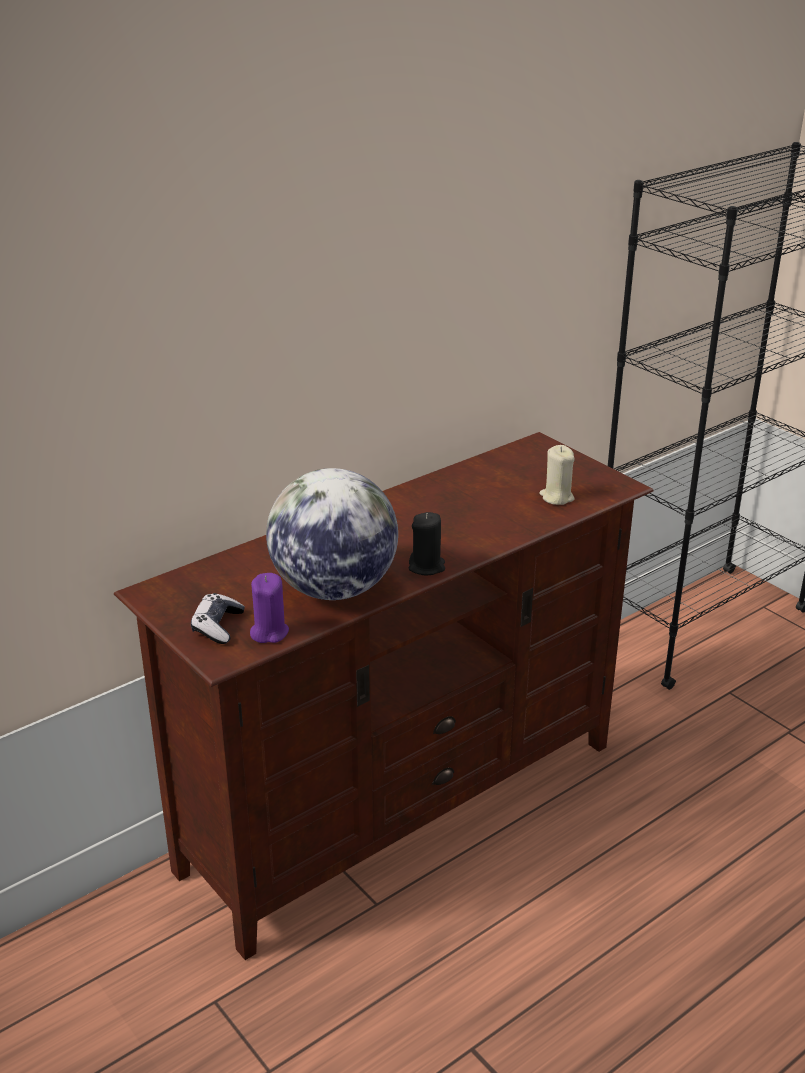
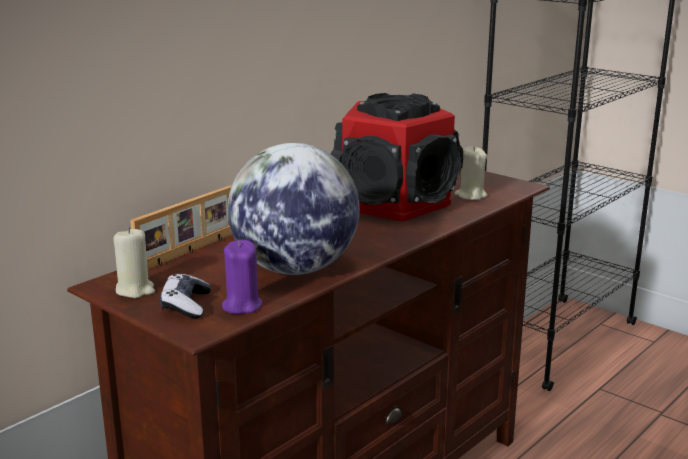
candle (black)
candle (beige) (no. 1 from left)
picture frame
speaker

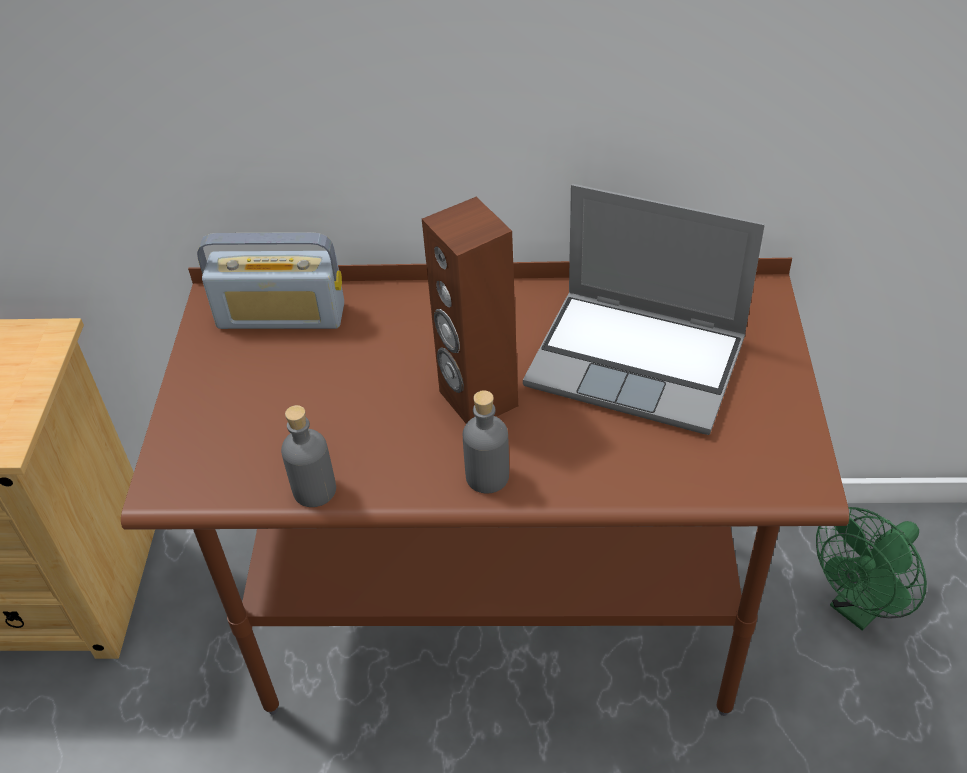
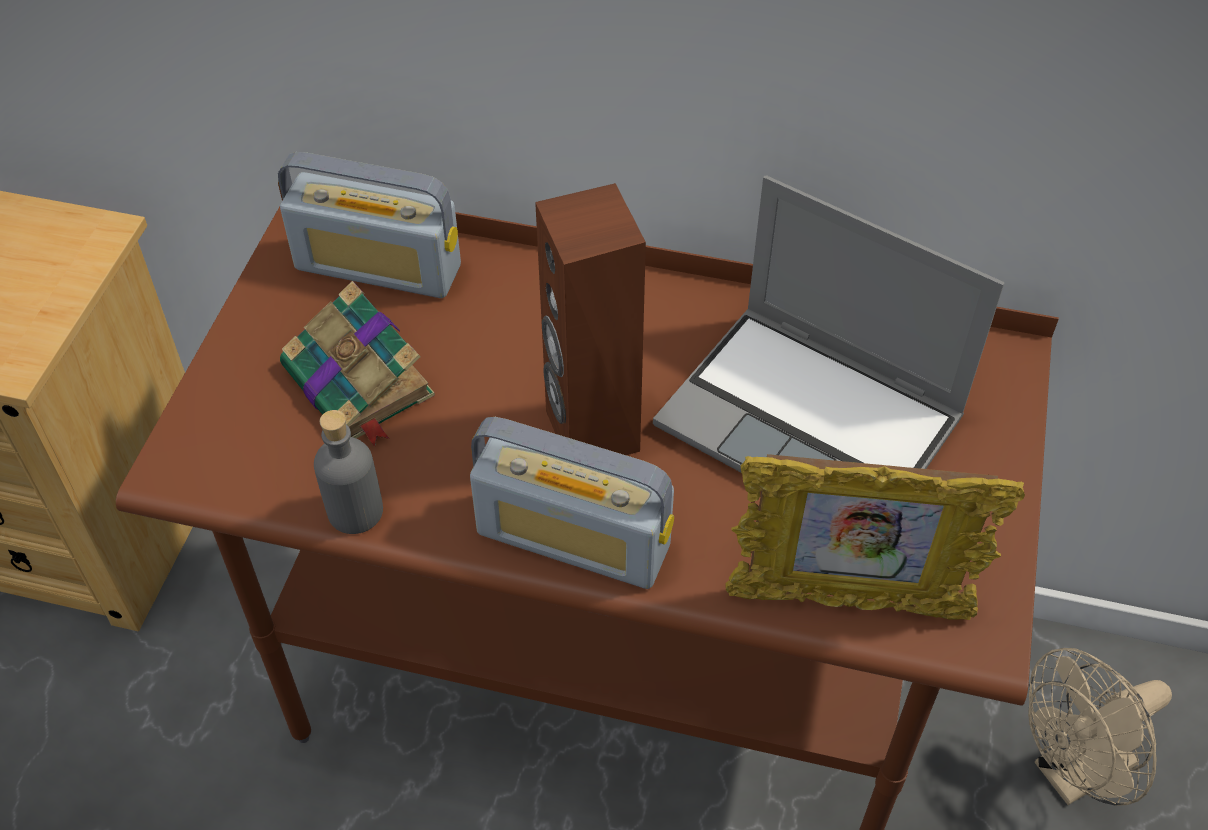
book
picture frame
radio (no. 2 from left)
fan (beige)

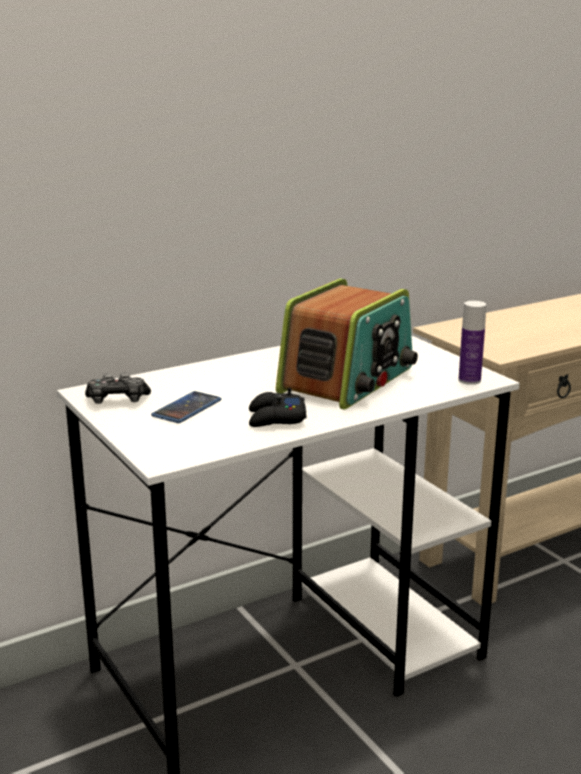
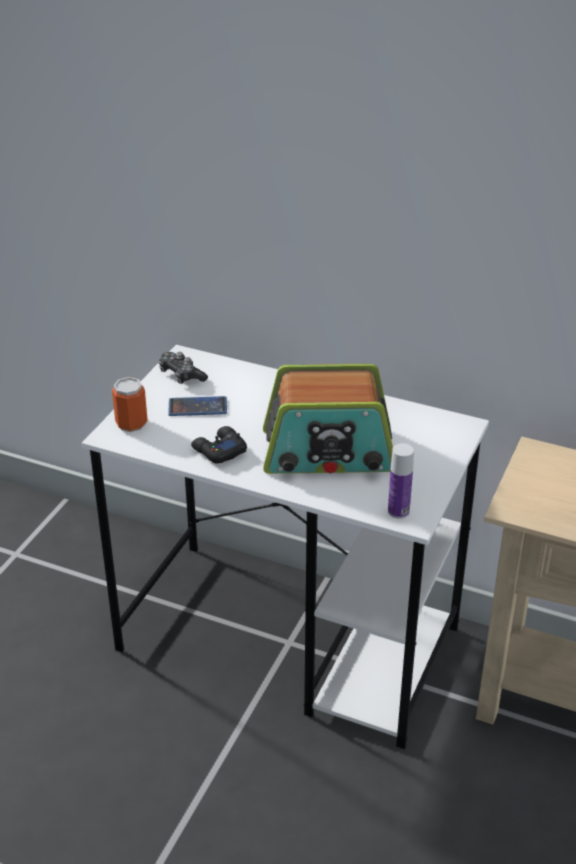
can

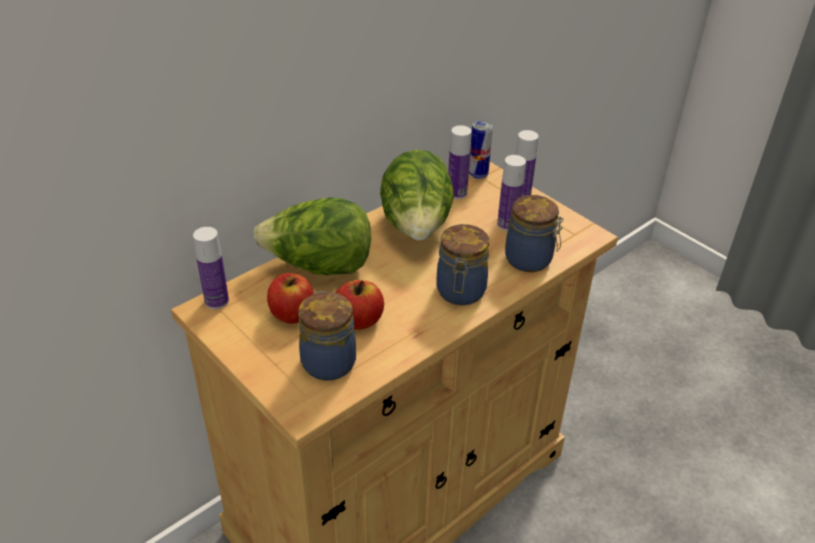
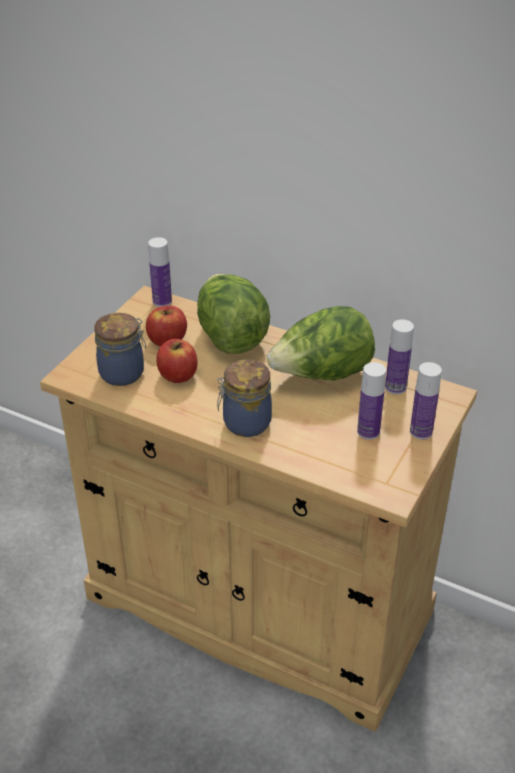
can
jar (no. 3 from left in the first image)

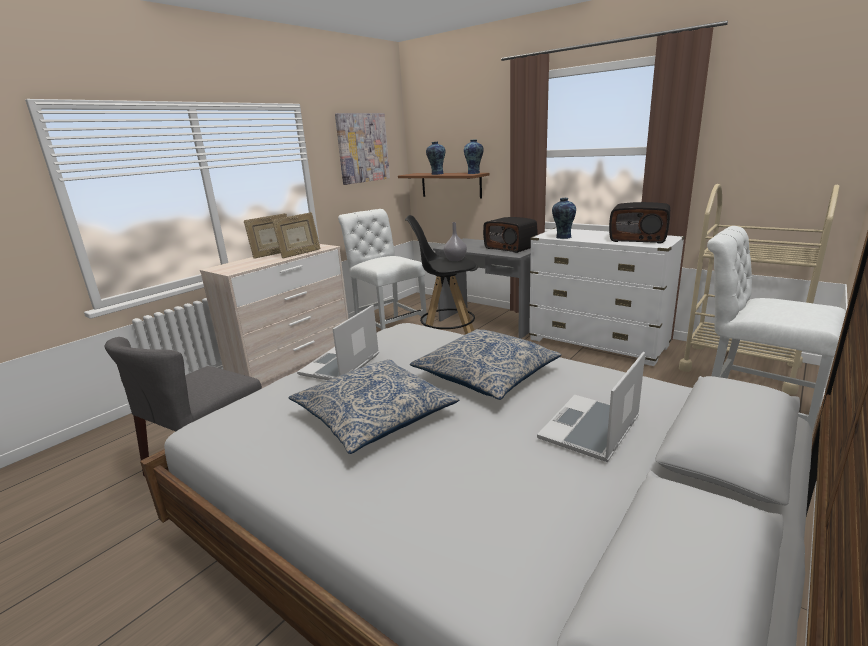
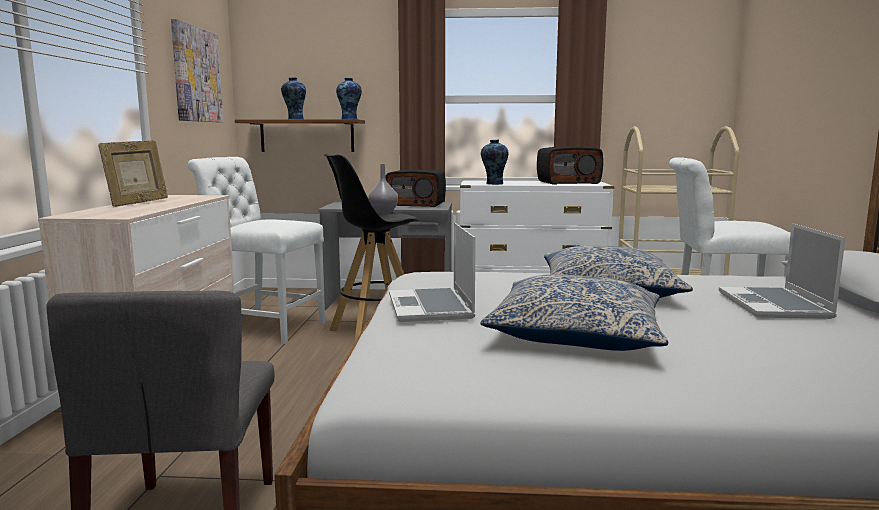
picture frame (no. 2 from left in the first image)

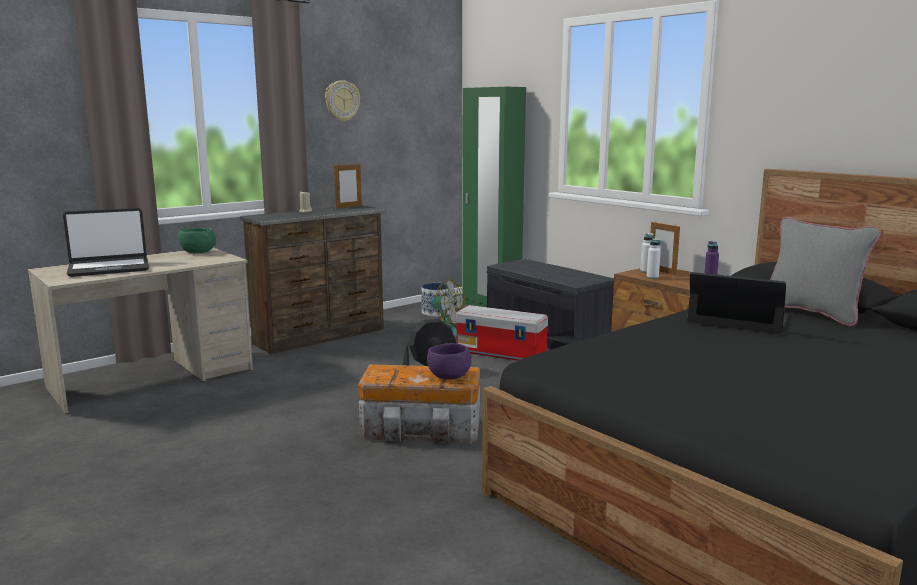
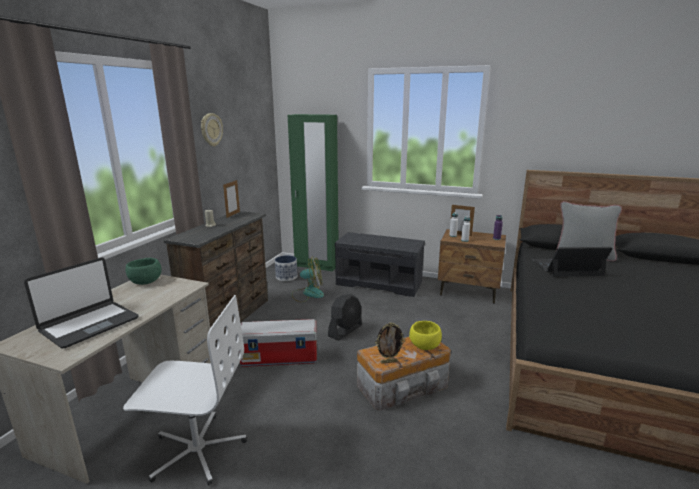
office chair (white)
picture frame (no. 2 from left)
storage box (no. 1 from left)
bowl (yellow)

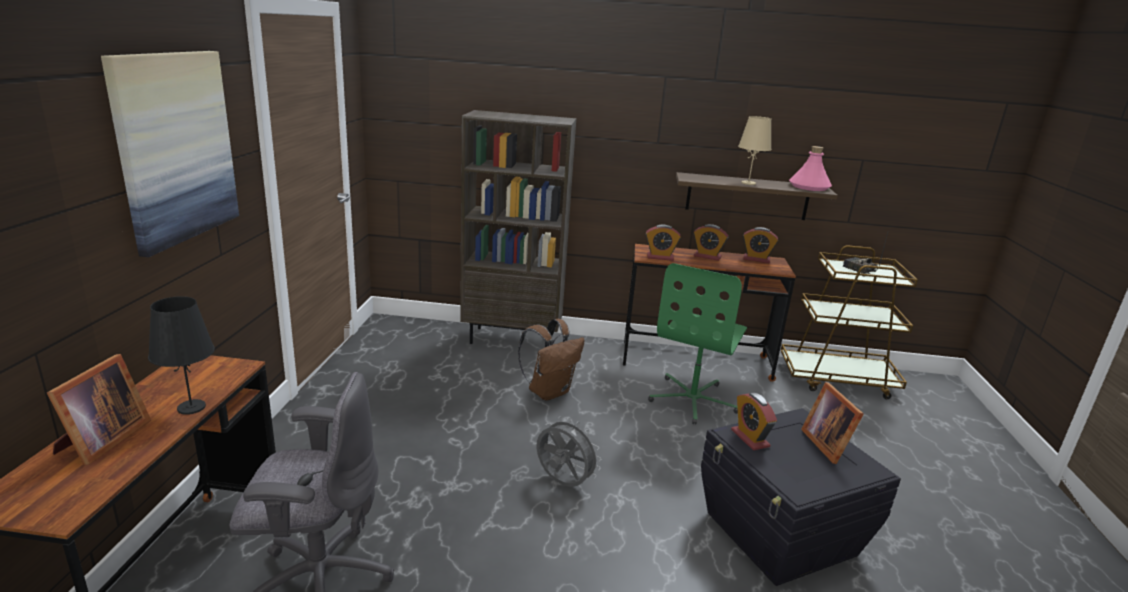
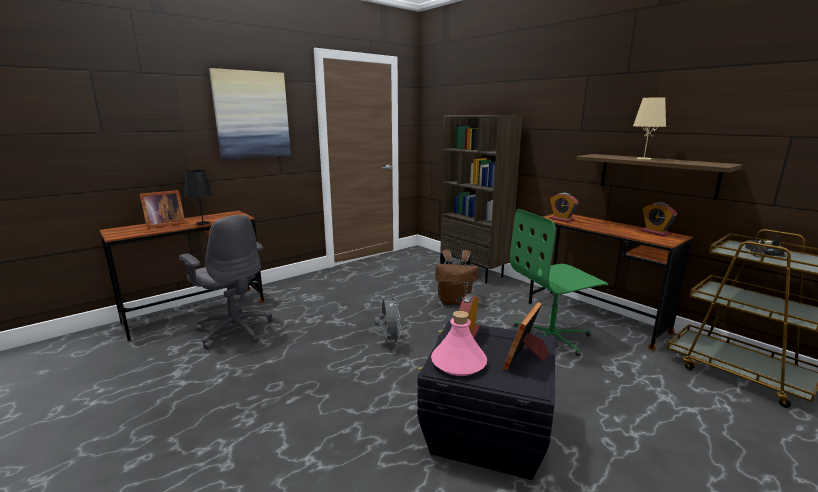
alarm clock (no. 2 from left in the first image)
bottle (pink)

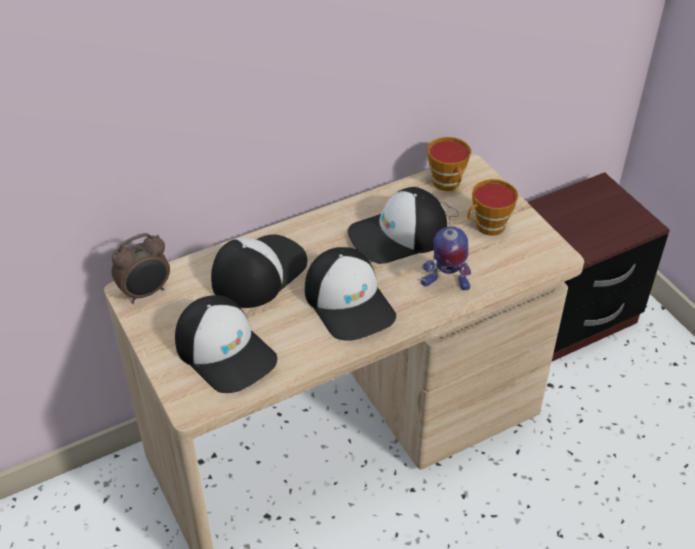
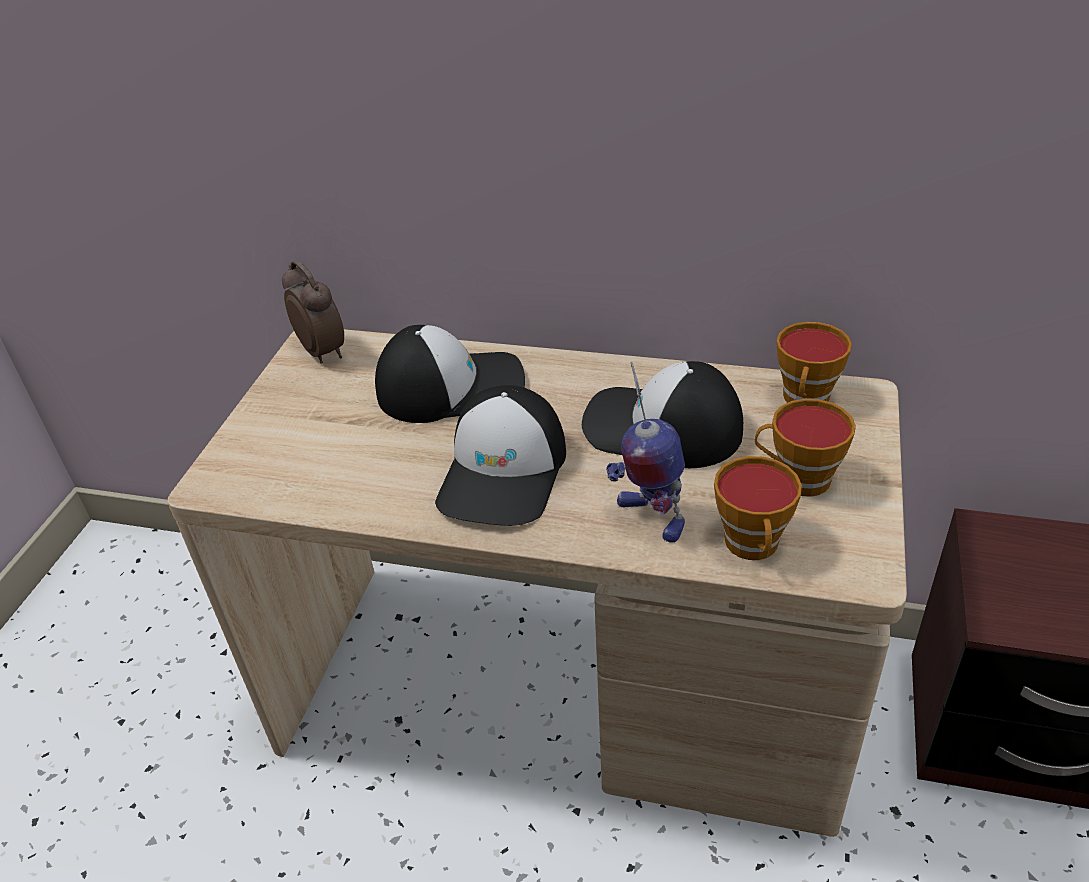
cap (no. 1 from left in the first image)
cup (no. 1 from left)
alarm clock

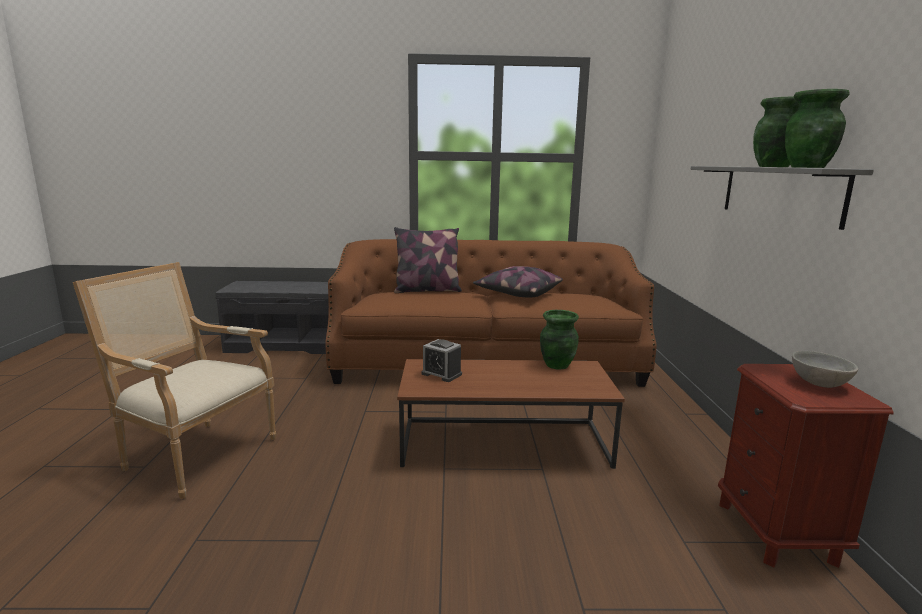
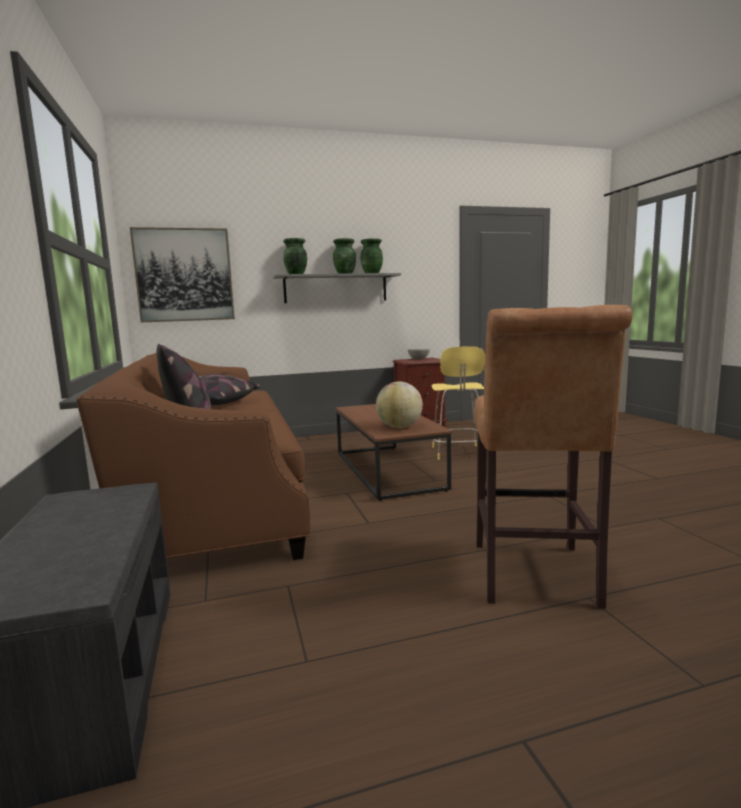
picture
stool (yellow)
vase (green) (no. 1 from left)
stool (brown)
globe

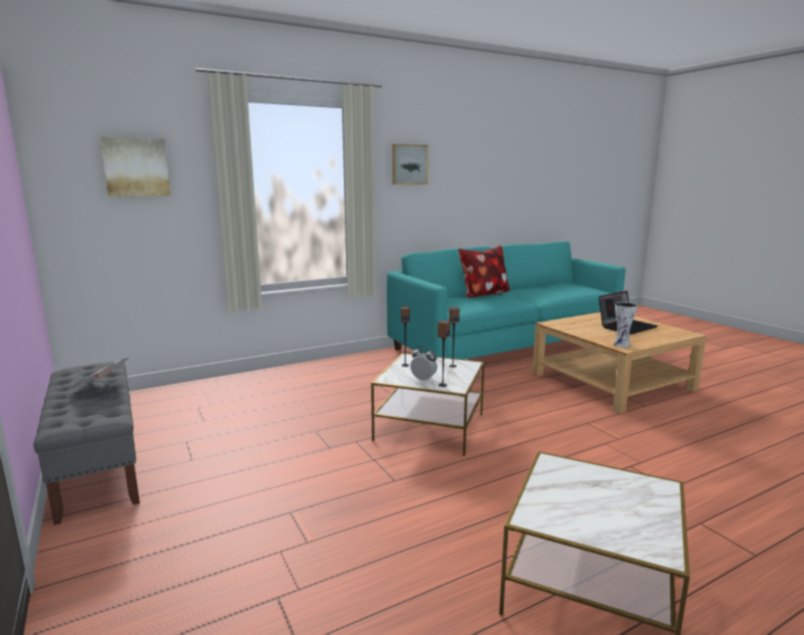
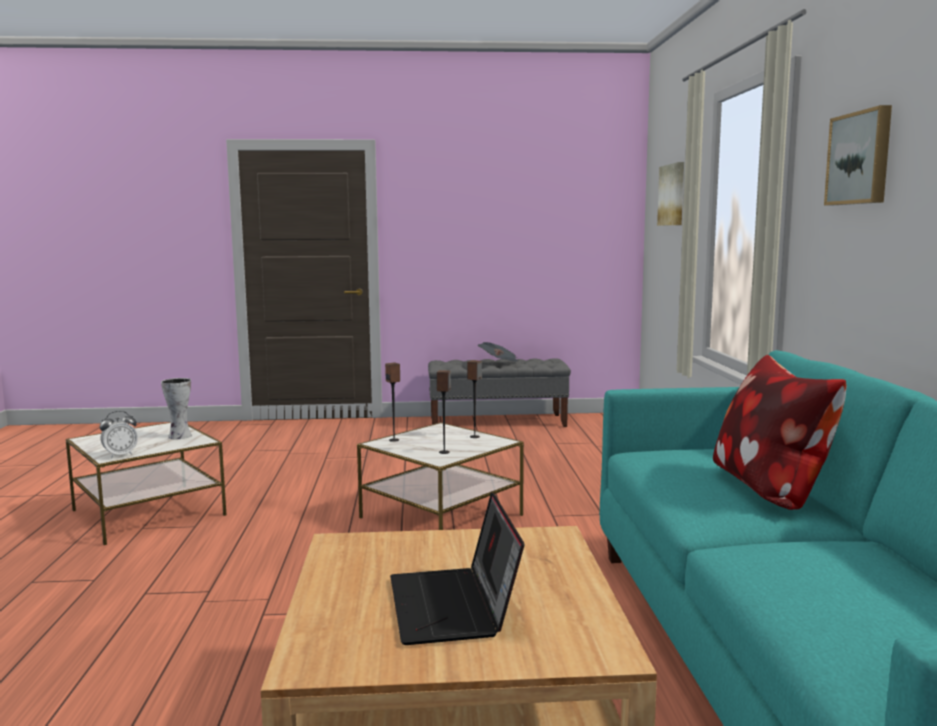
alarm clock
vase

